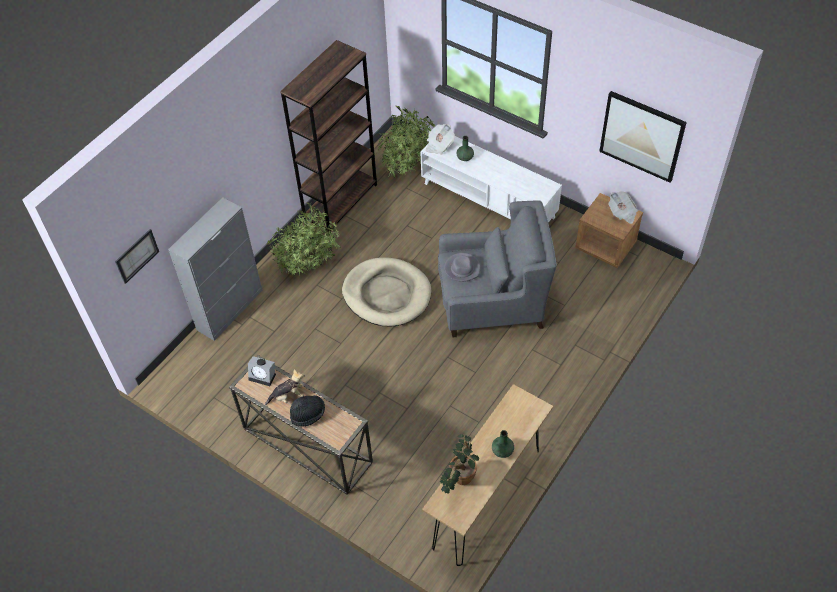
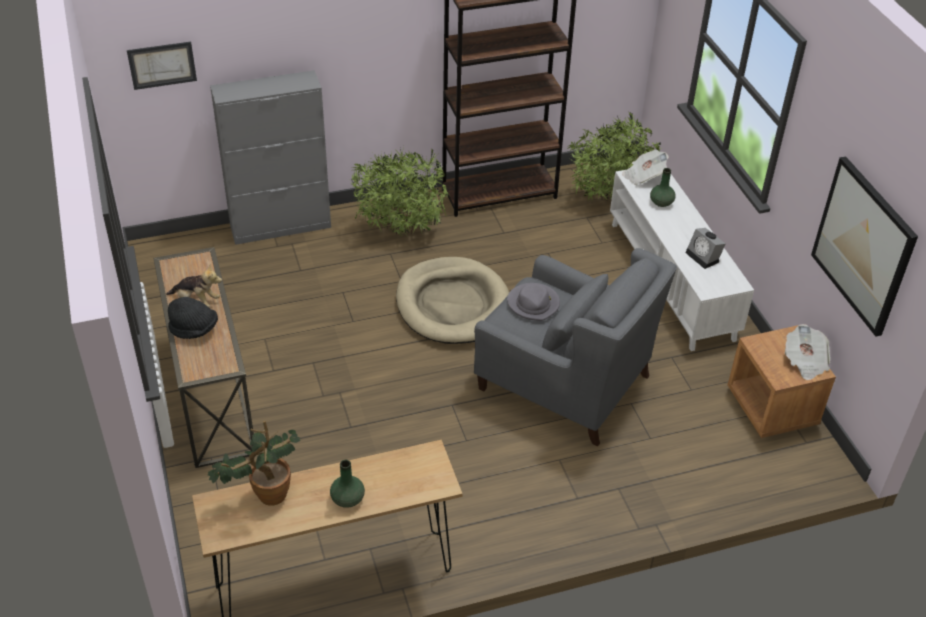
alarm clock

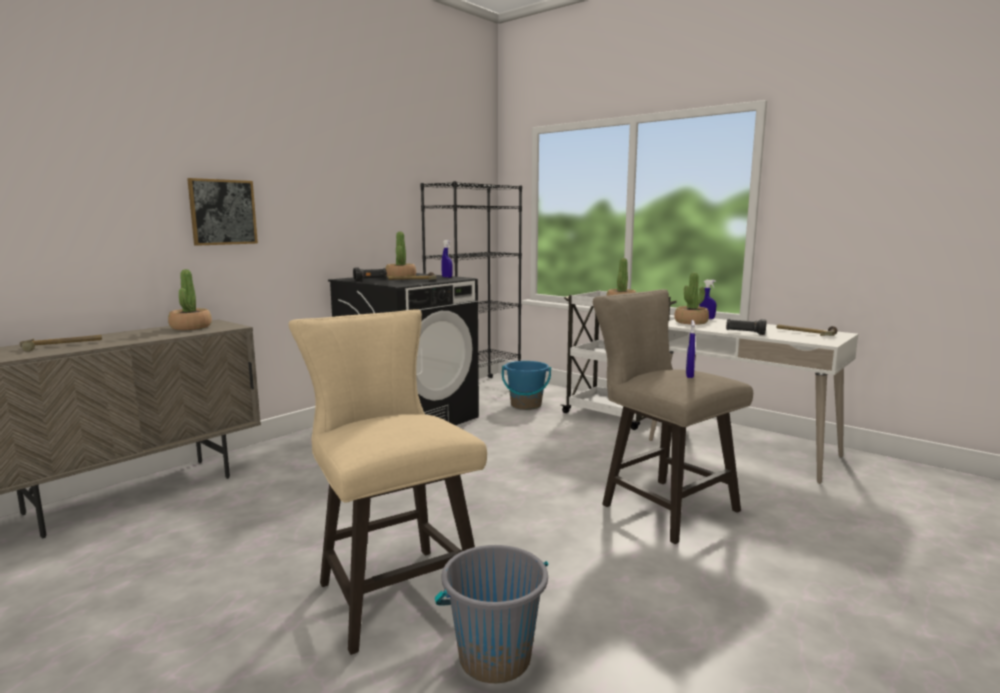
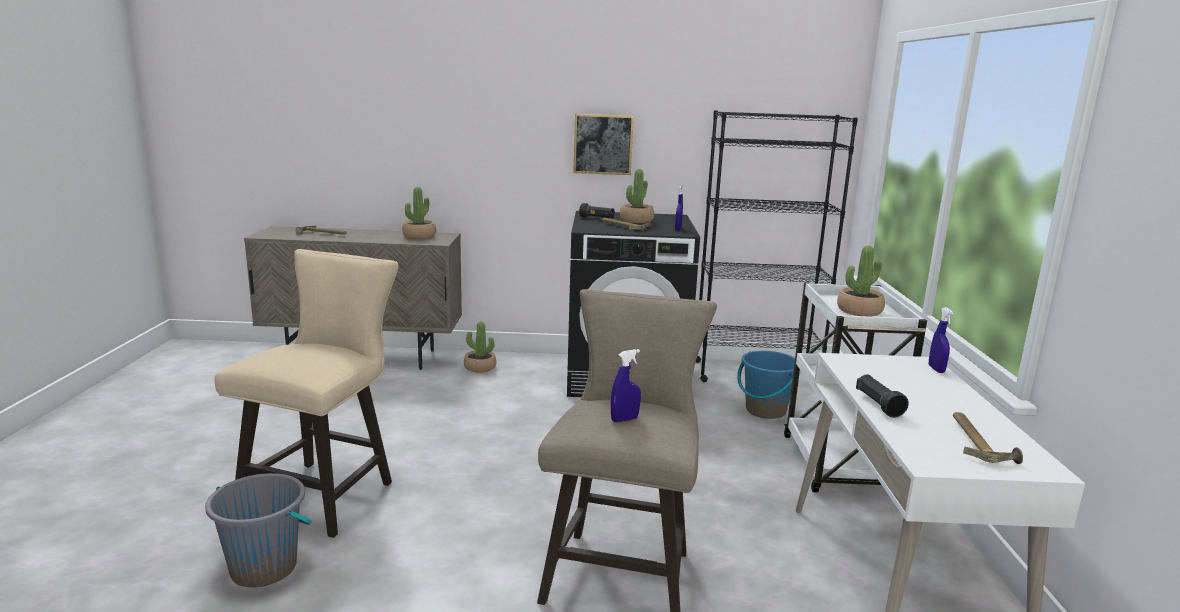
picture
potted plant (no. 2 from left)

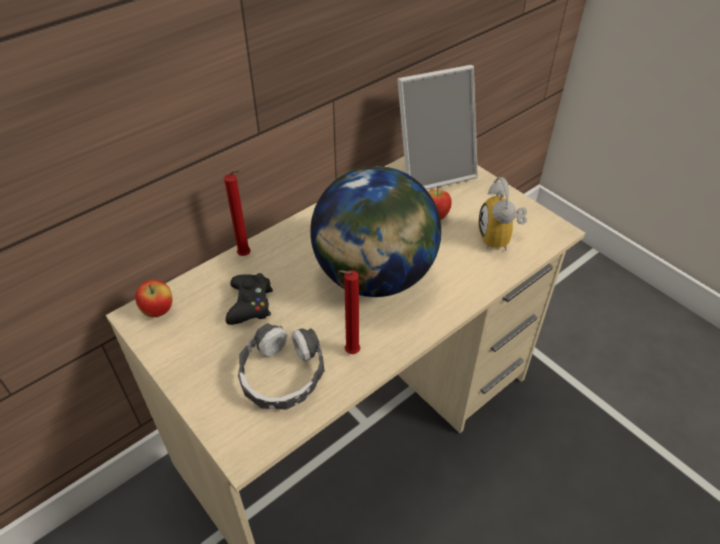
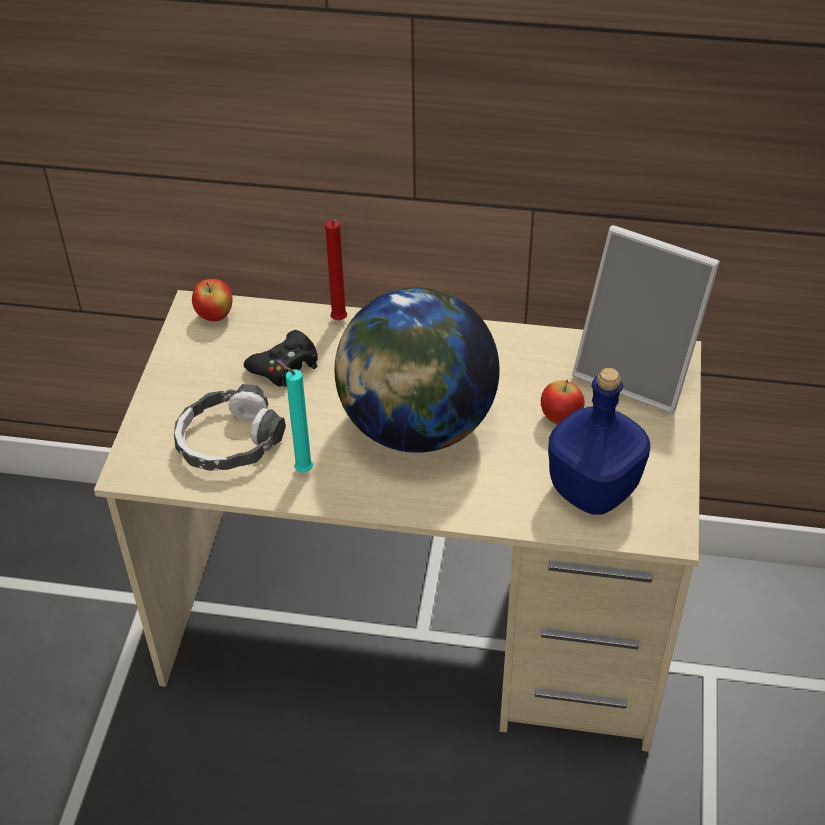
bottle (blue)
candle (turquoise)

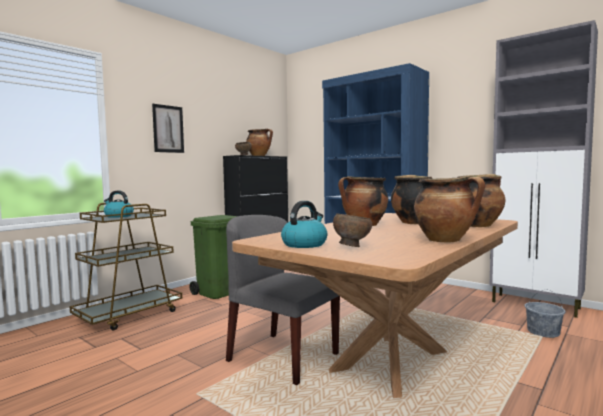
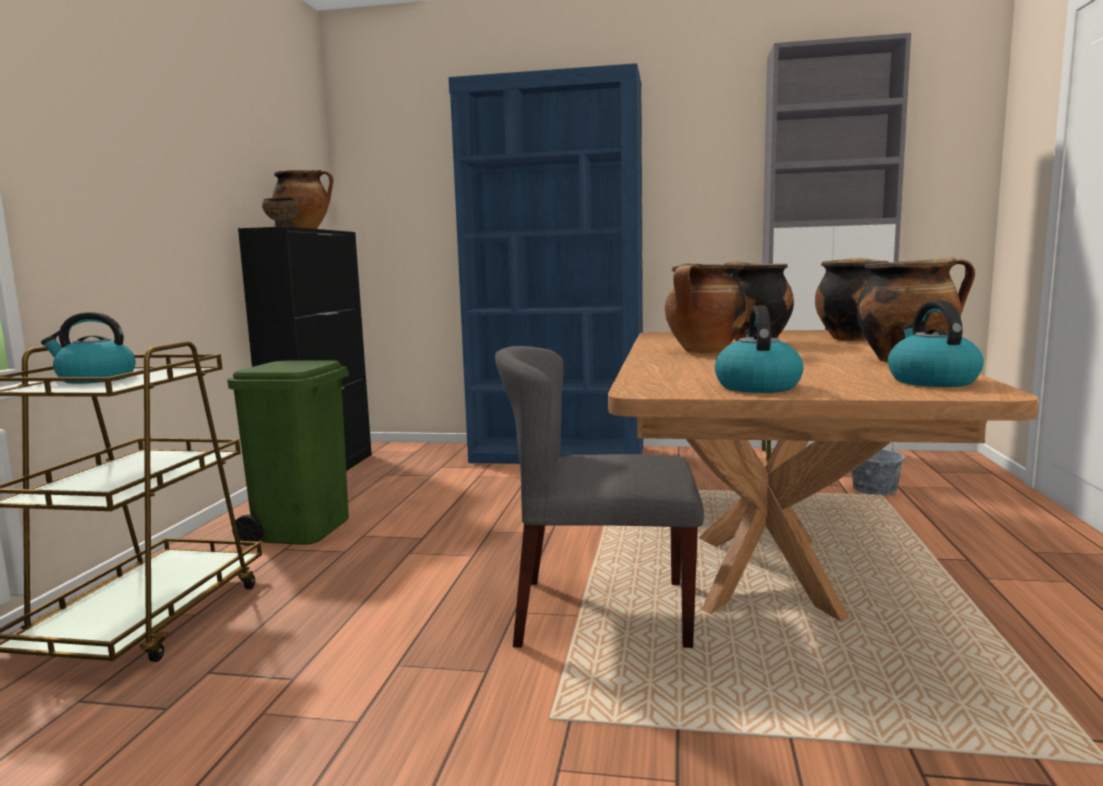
picture
bowl (brown) (no. 2 from left in the first image)
kettle (no. 3 from left)

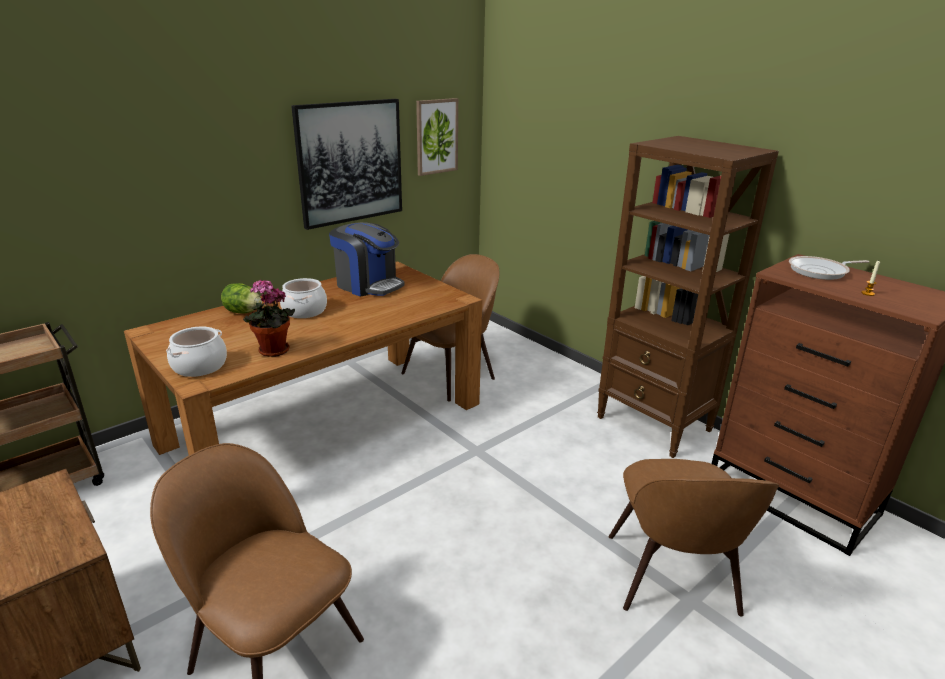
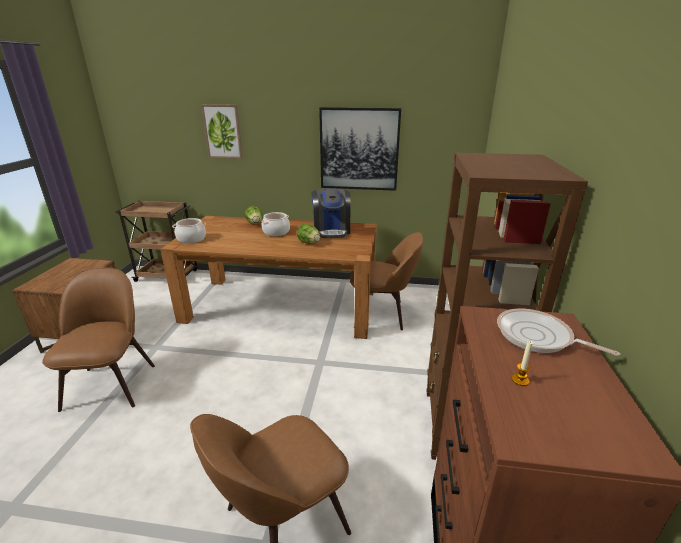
potted plant
lettuce (no. 2 from left)
picture (no. 1 from left)

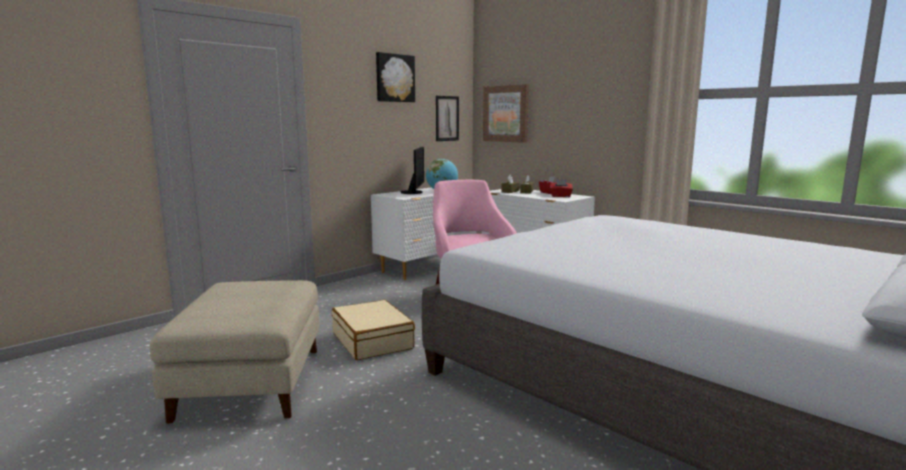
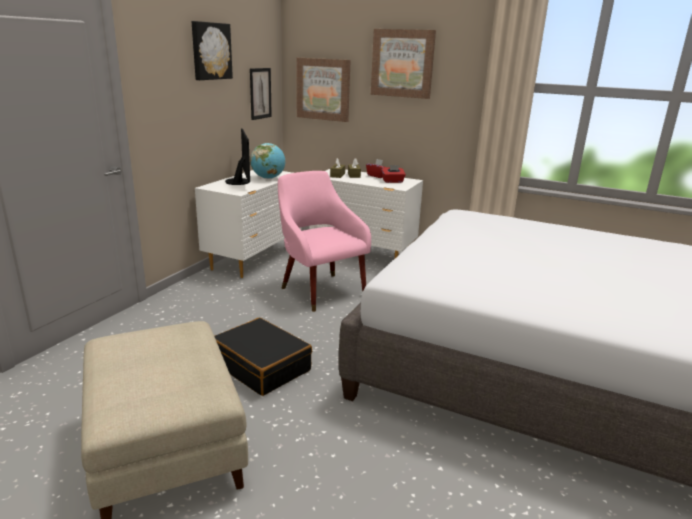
picture (no. 4 from left)
suitcase (black)

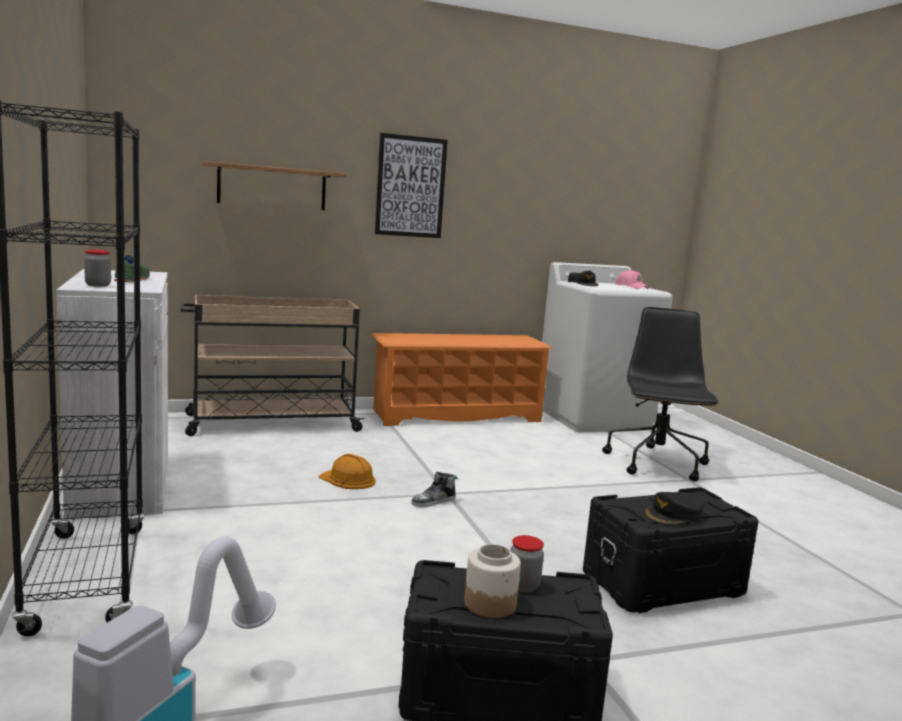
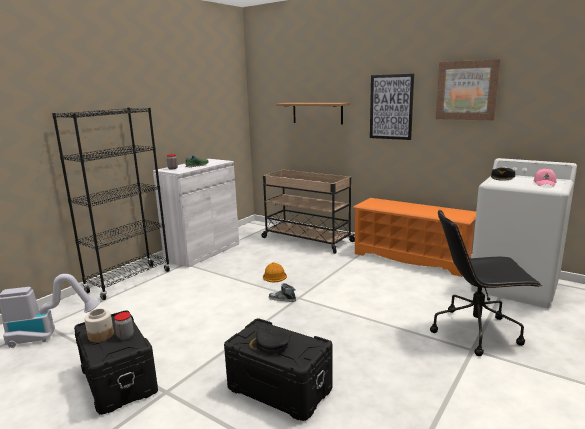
picture (no. 2 from left)
office chair (black)

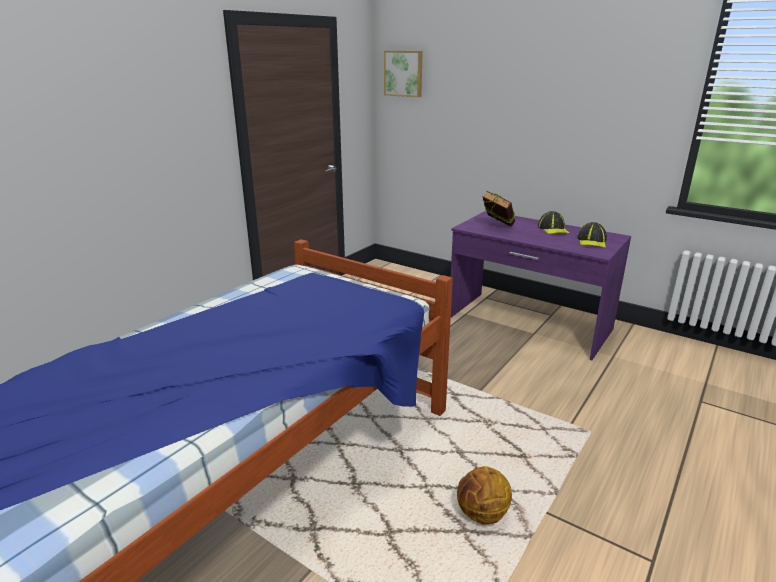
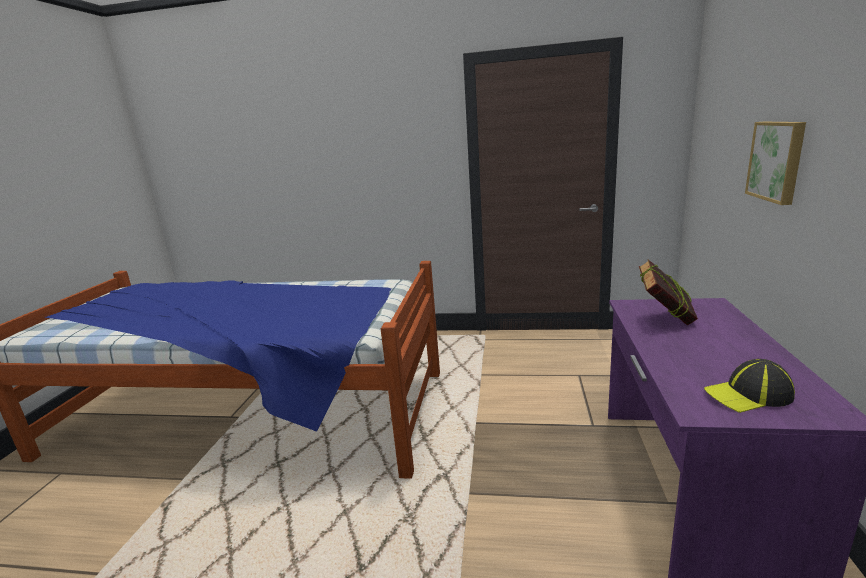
basketball
cap (no. 1 from left in the first image)
picture

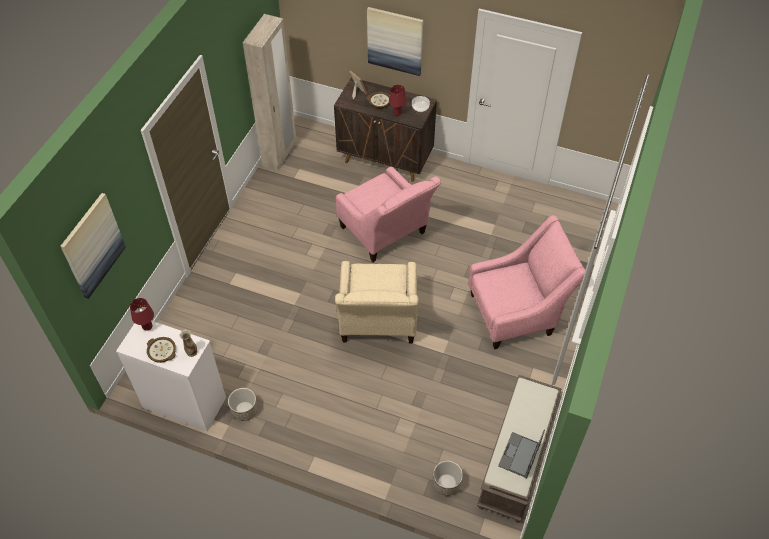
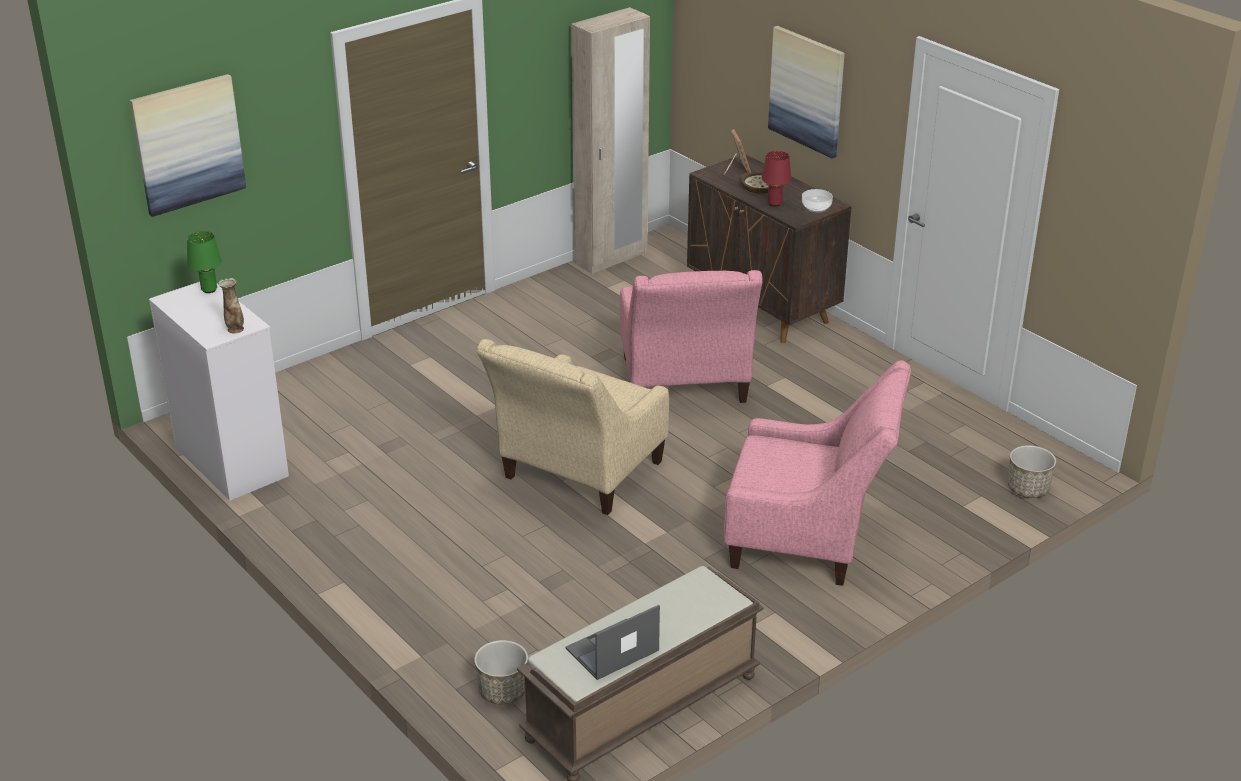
bowl (no. 1 from left in the first image)
planter (no. 2 from left)
table lamp (green)

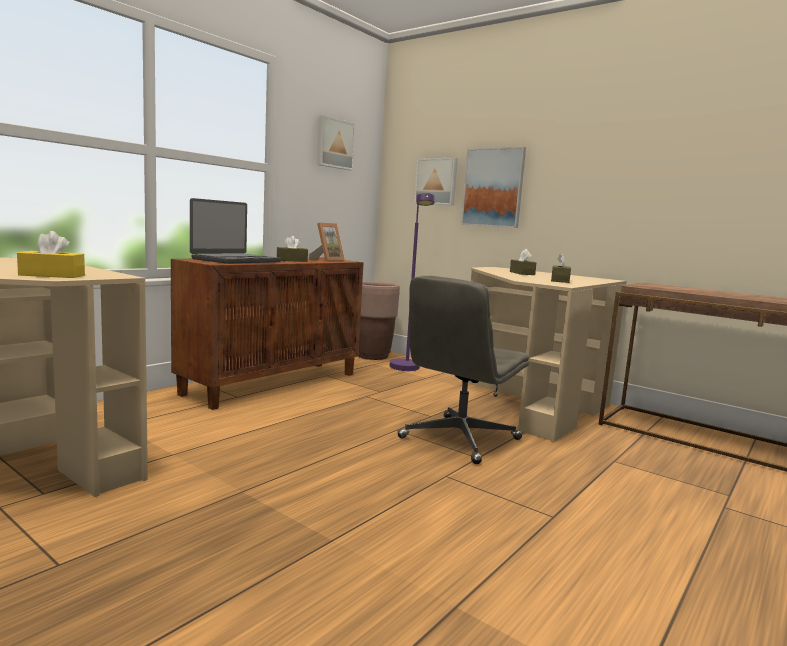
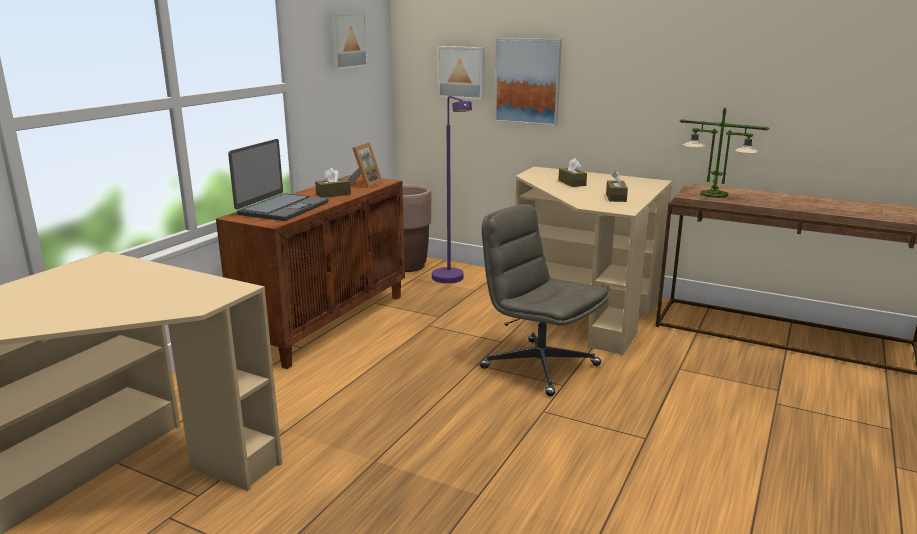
tissue box (yellow)
table lamp
office chair (grey)

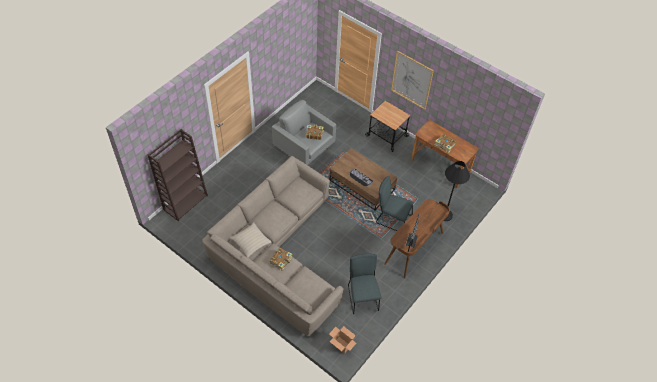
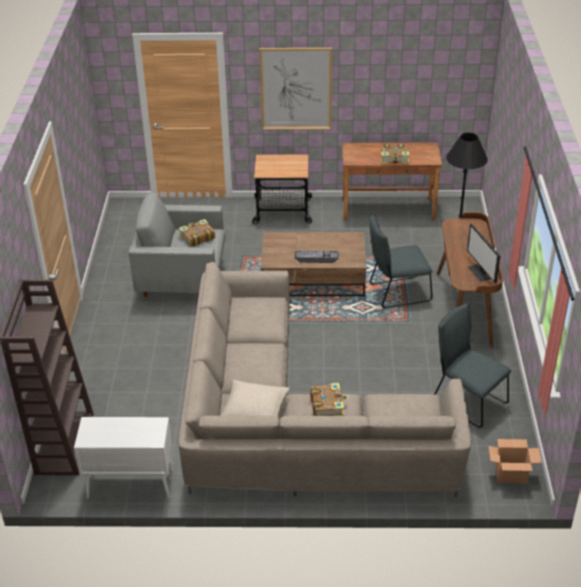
cabinet (white)

